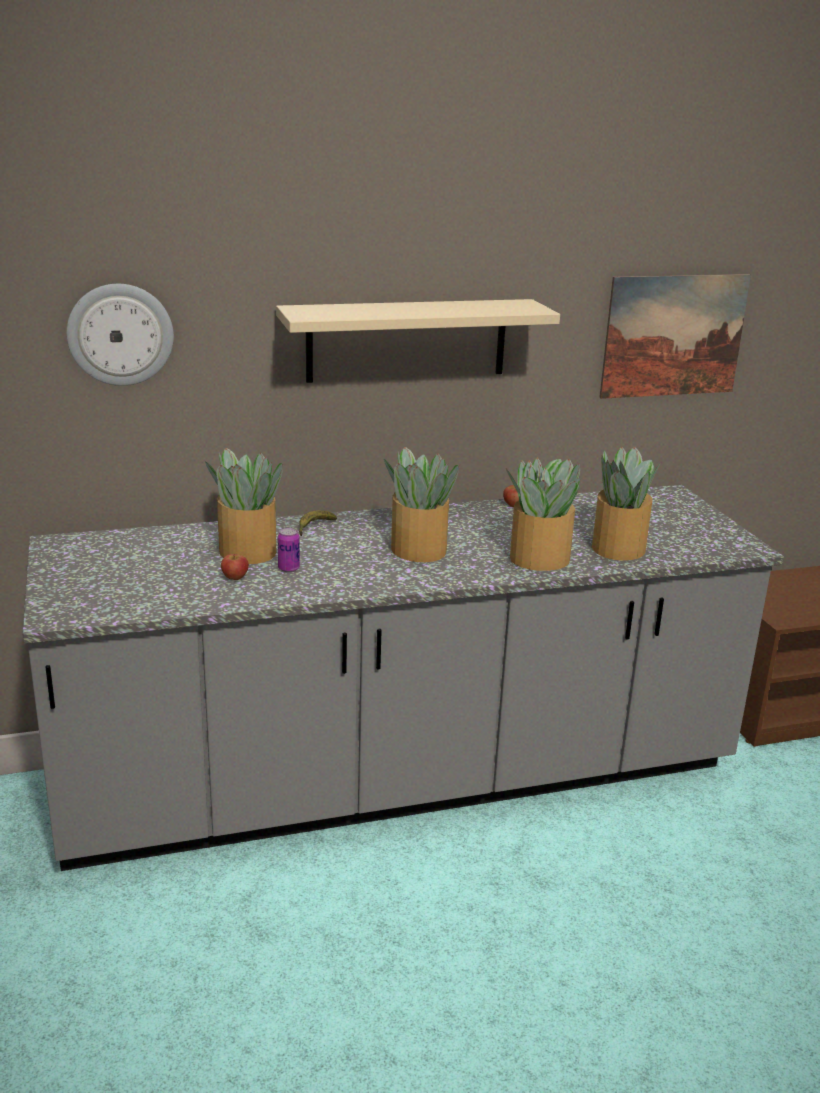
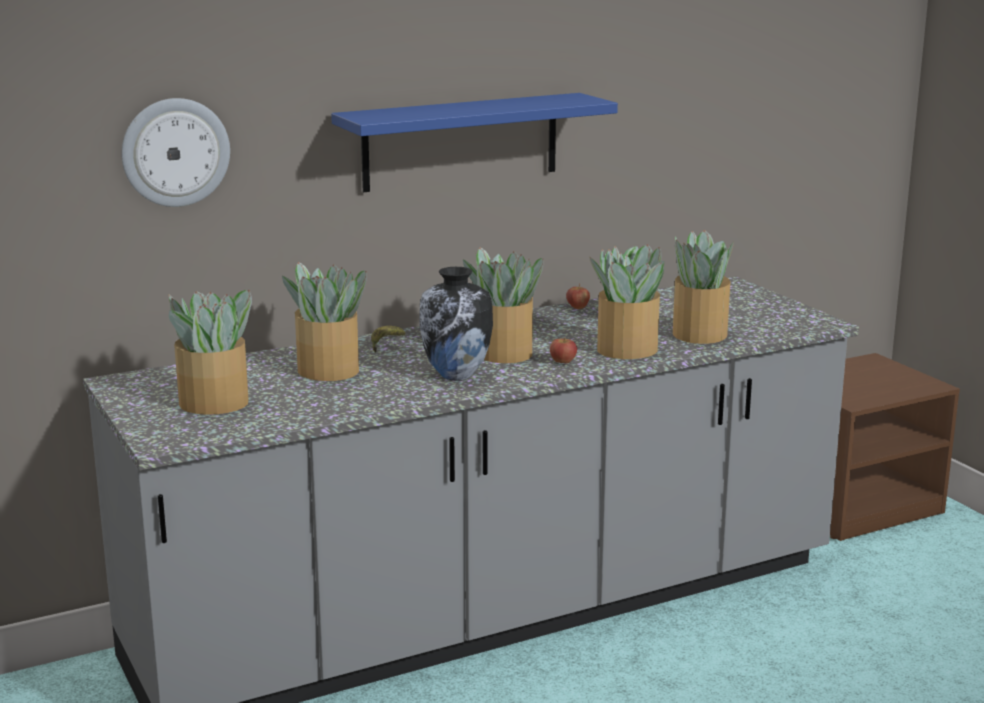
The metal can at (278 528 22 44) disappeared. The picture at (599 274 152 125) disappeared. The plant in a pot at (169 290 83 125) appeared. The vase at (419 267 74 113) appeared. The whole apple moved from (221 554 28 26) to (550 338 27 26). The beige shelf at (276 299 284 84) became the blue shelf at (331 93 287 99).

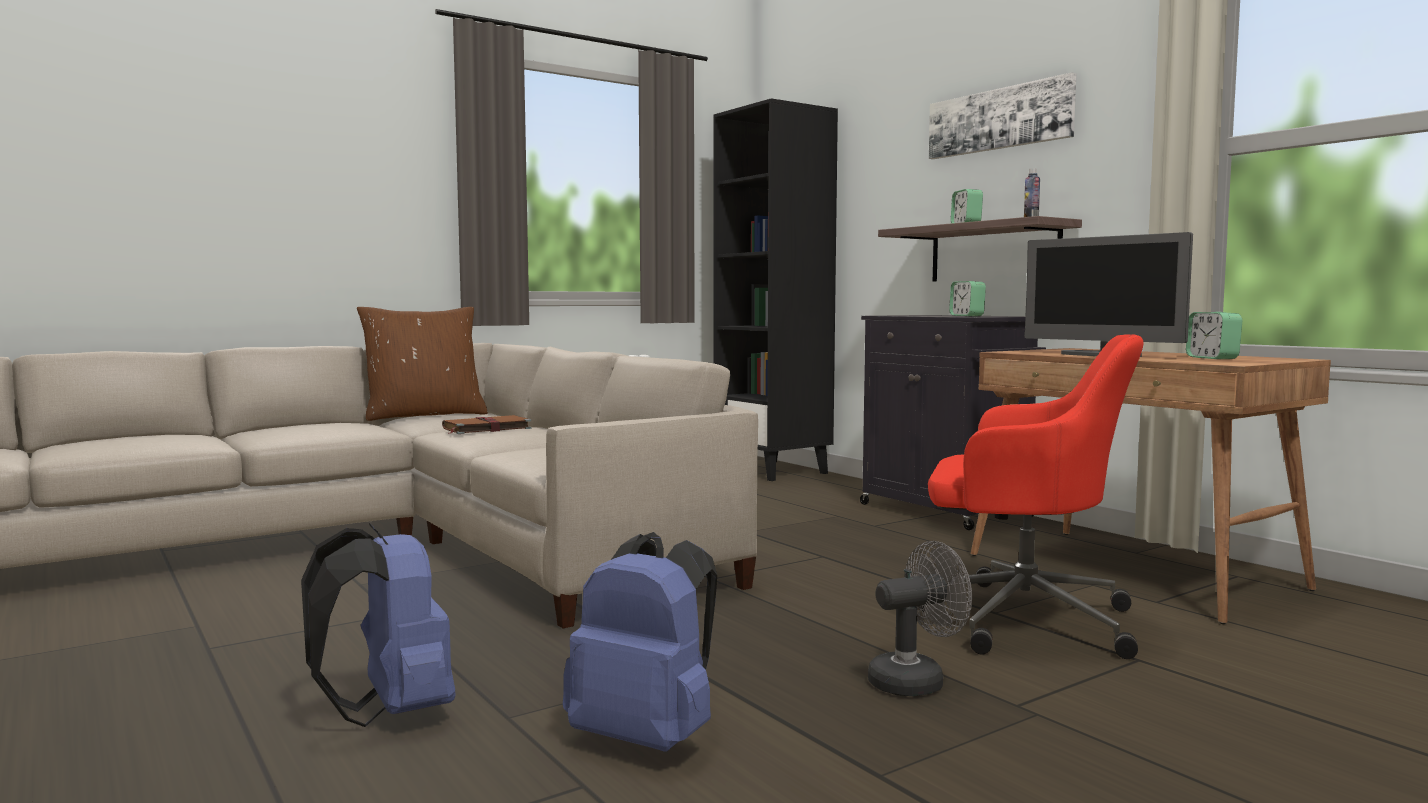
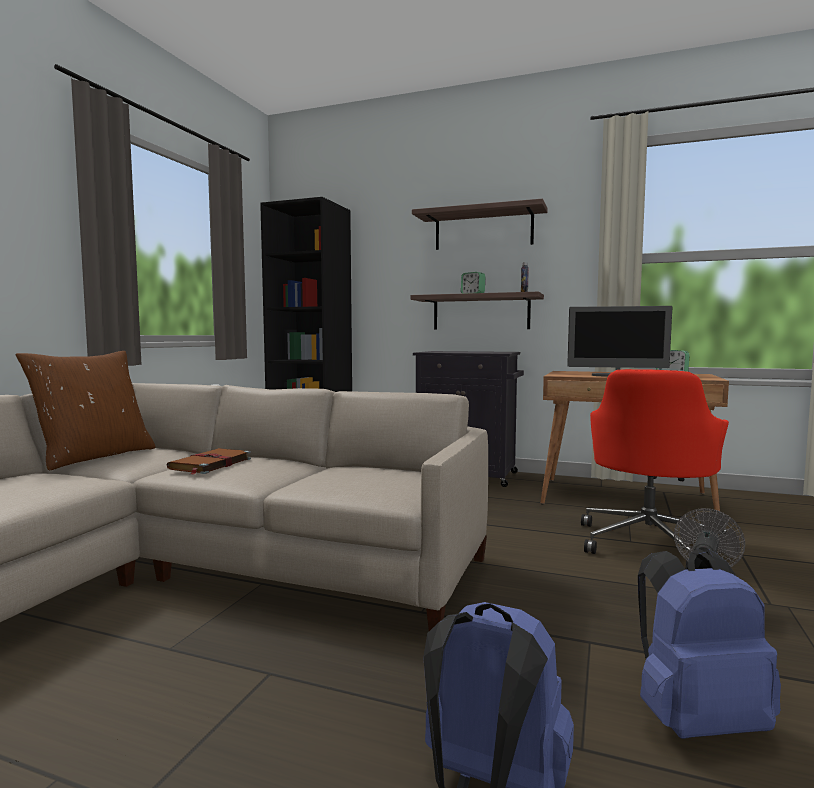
The table clock at (949 281 37 35) disappeared. The picture at (929 72 147 87) was replaced by the shelf at (412 199 136 51). The red-coloured desk chair at (918 334 226 325) turned 135 degrees clockwise.

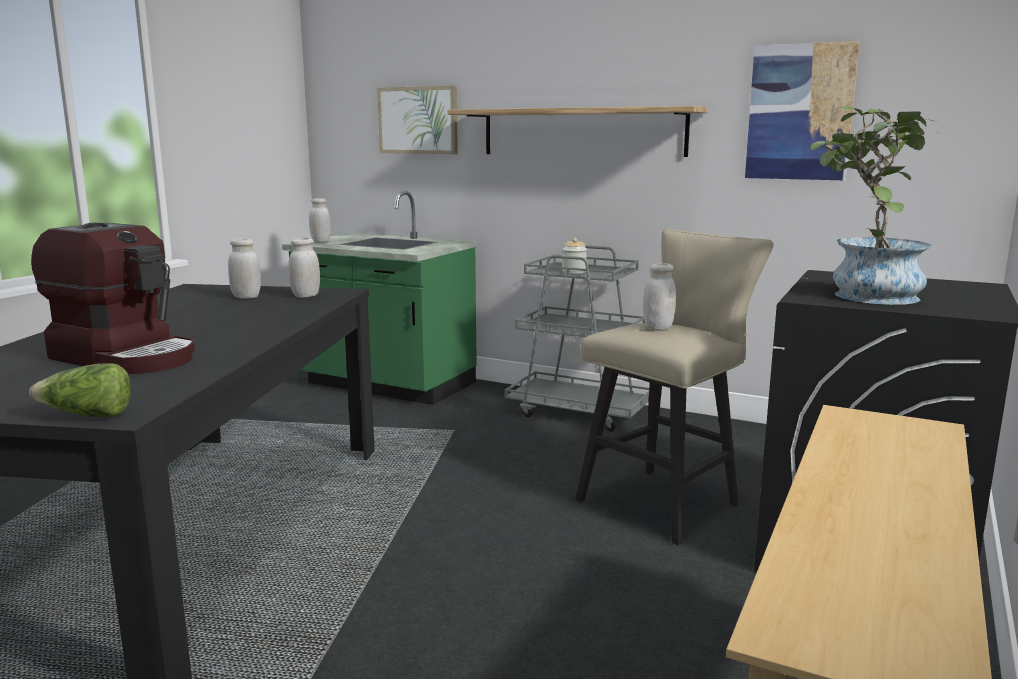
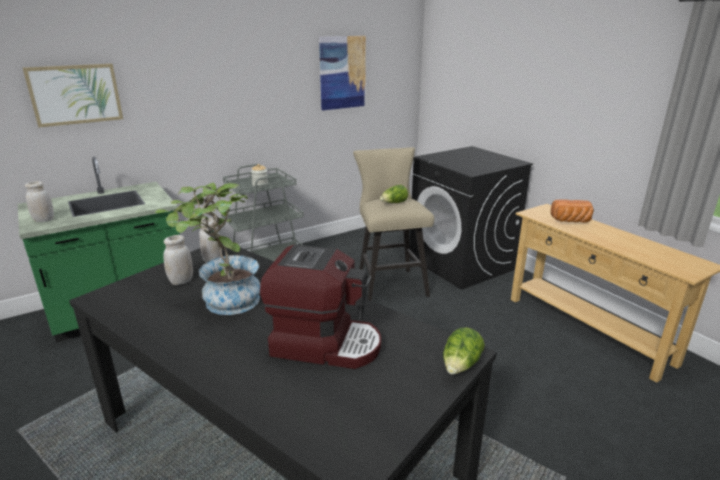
The shelf at (448 106 260 51) disappeared. The baked bread at (551 200 43 22) appeared. The plant in a pot moved from (810 106 128 199) to (155 183 105 132). The whitish preserve jar at (643 263 33 68) was replaced by the lettuce at (380 185 28 18). The coffee brewer at (31 223 164 151) turned 45 degrees clockwise.

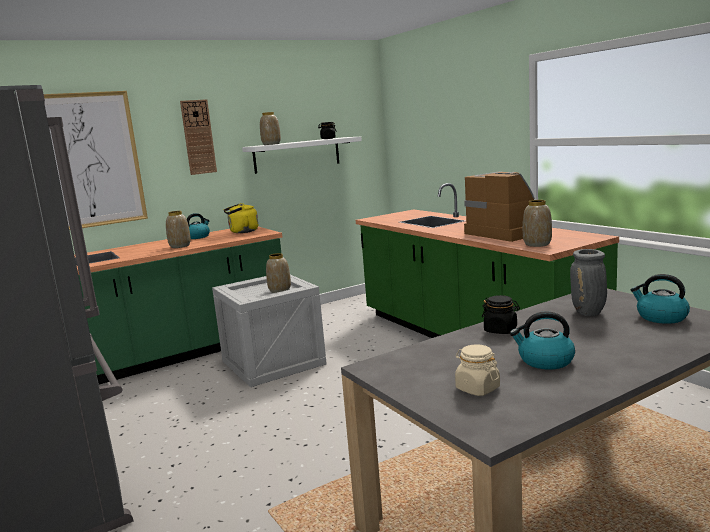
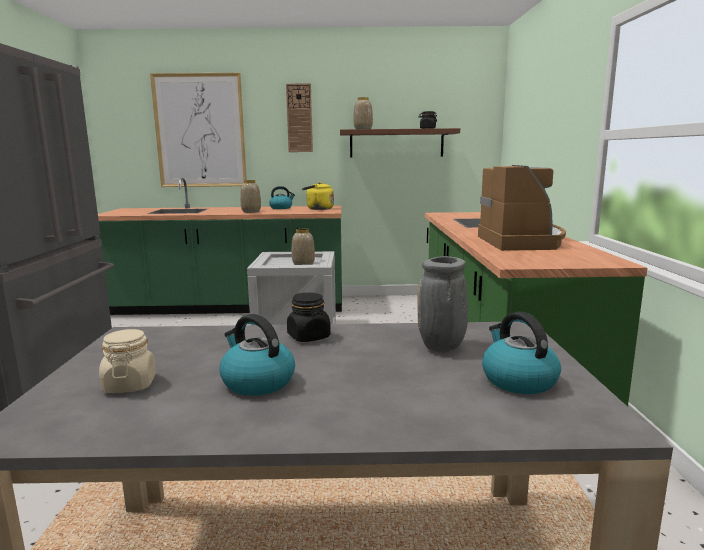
The vase at (523 200 29 47) disappeared. The whitish shelf at (242 137 120 37) became the brown shelf at (340 128 120 29).

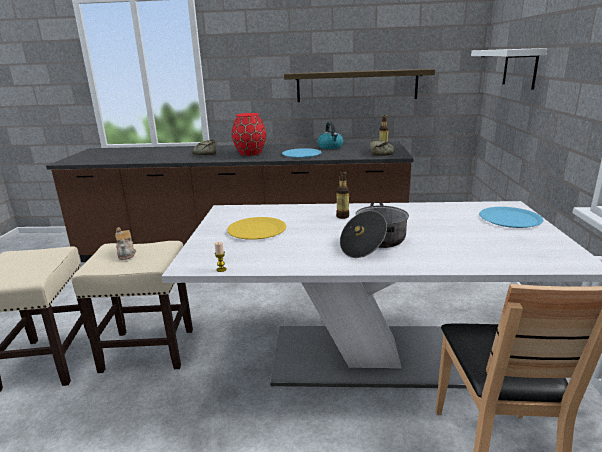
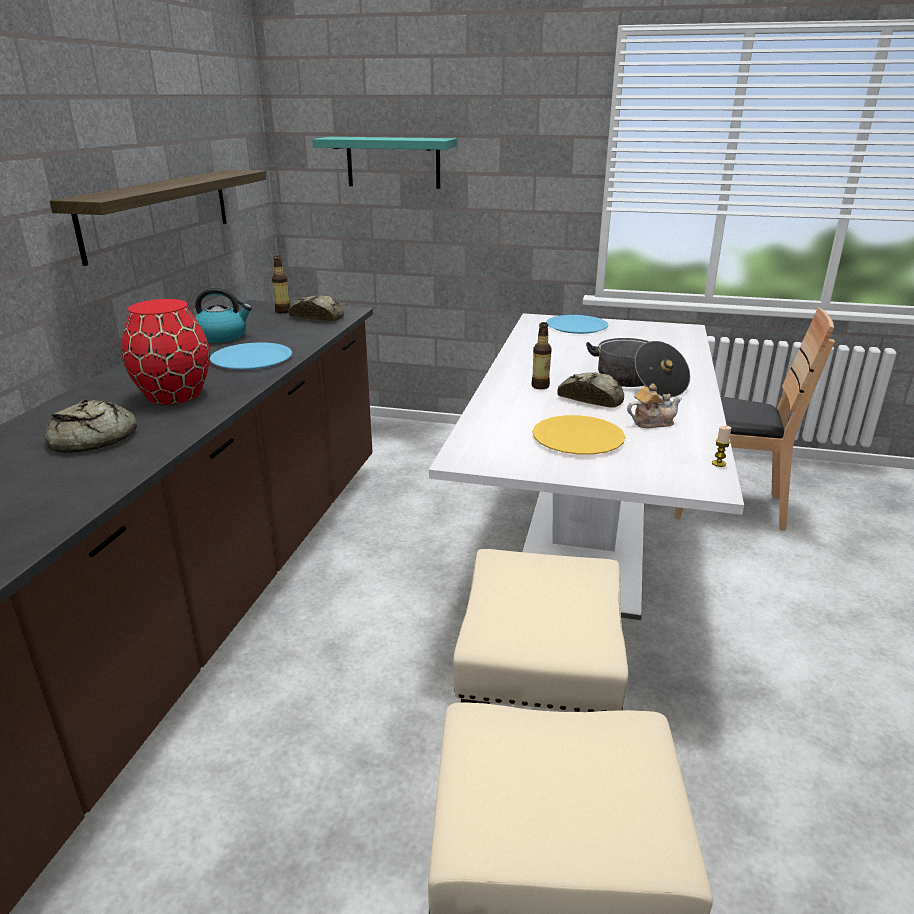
The baked bread at (557 373 67 35) appeared. The tea pot moved from (115 227 21 33) to (627 384 55 44). The whitish shelf at (471 48 76 42) became the turquoise-coloured shelf at (312 137 145 52).

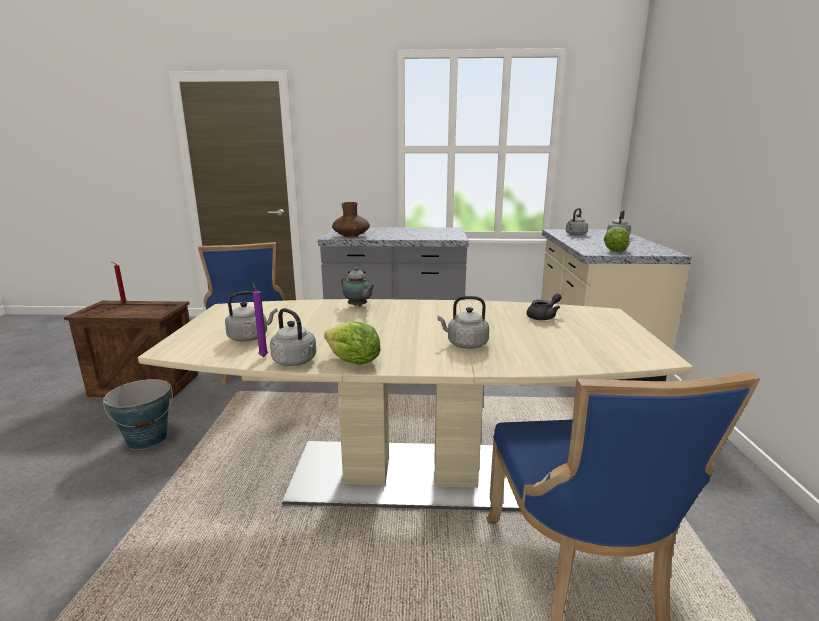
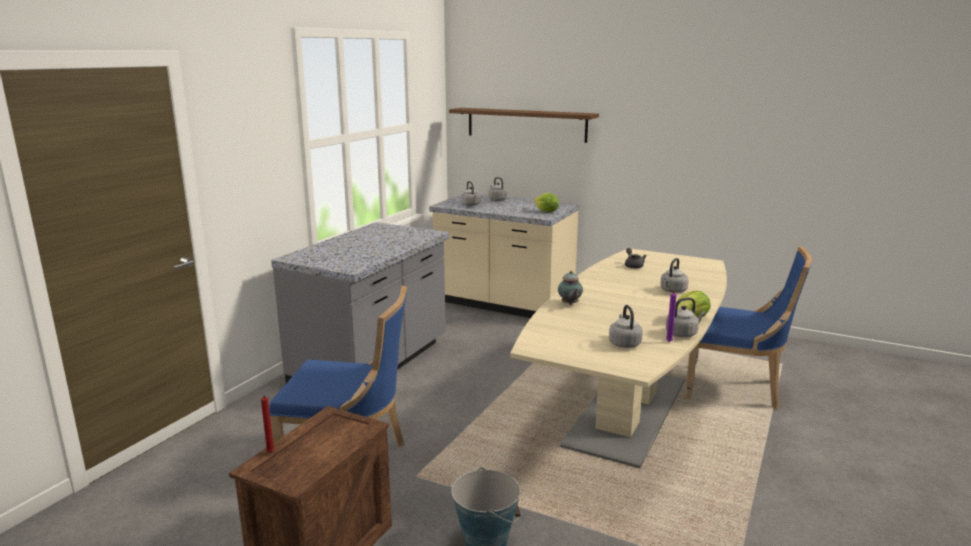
The brown vase at (332 202 38 35) disappeared. The brown shelf at (449 108 150 35) appeared. The tea pot at (341 267 34 40) turned 105 degrees clockwise.

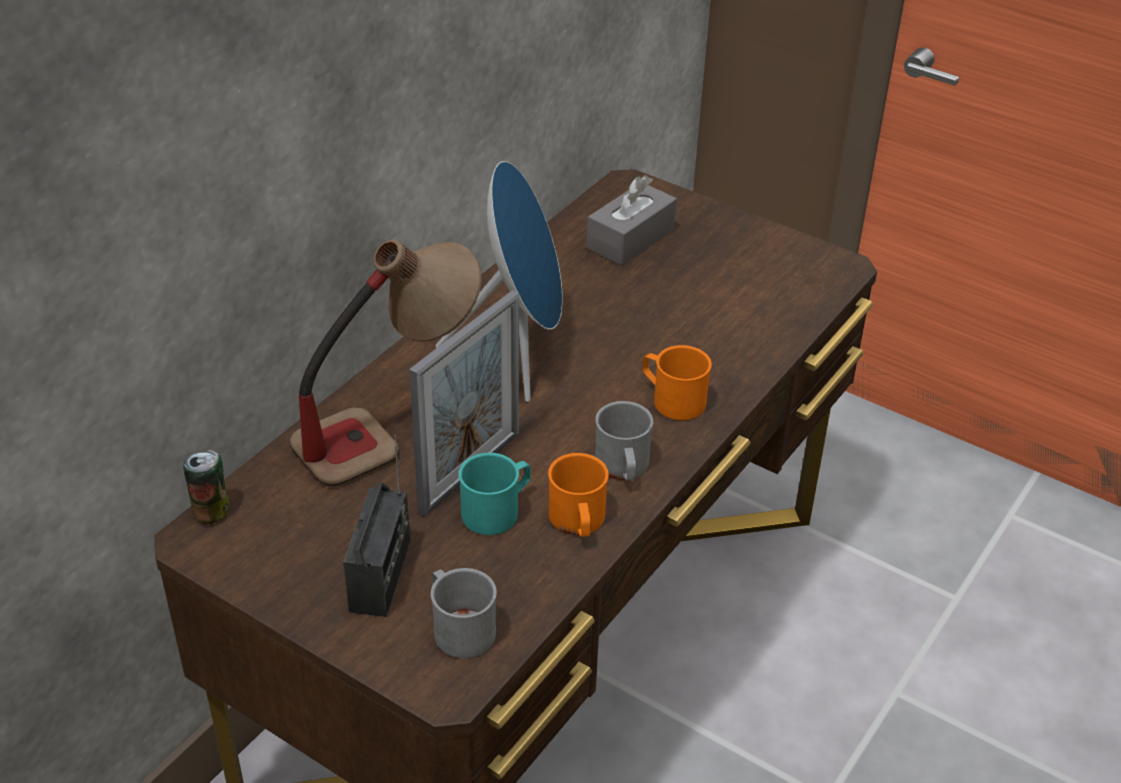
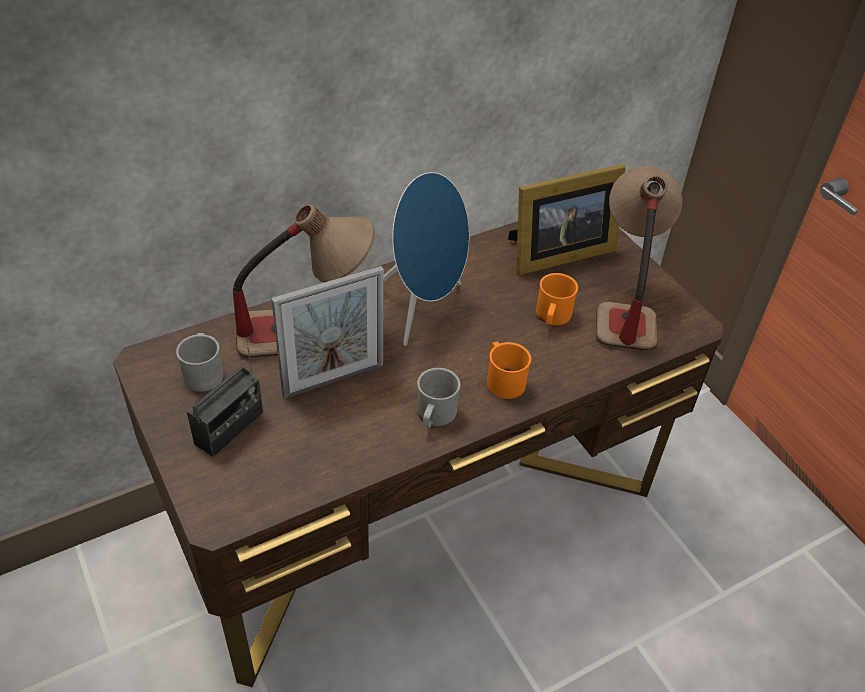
The metal can at (183 450 46 75) disappeared. The turquoise-coloured mug at (459 453 72 82) disappeared. The tabletop lamp at (596 166 86 185) appeared. The greyish mug moved from (431 568 66 90) to (176 333 47 59). The orangey mug moved from (548 453 61 84) to (536 273 42 52). The greyish tissue holder at (587 175 90 90) was replaced by the photo frame at (508 164 118 112).

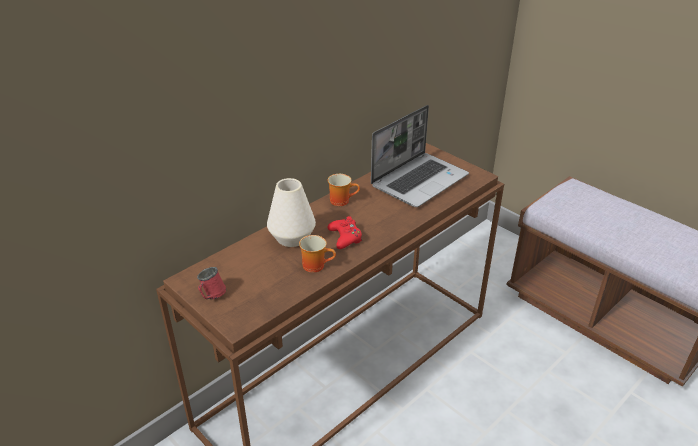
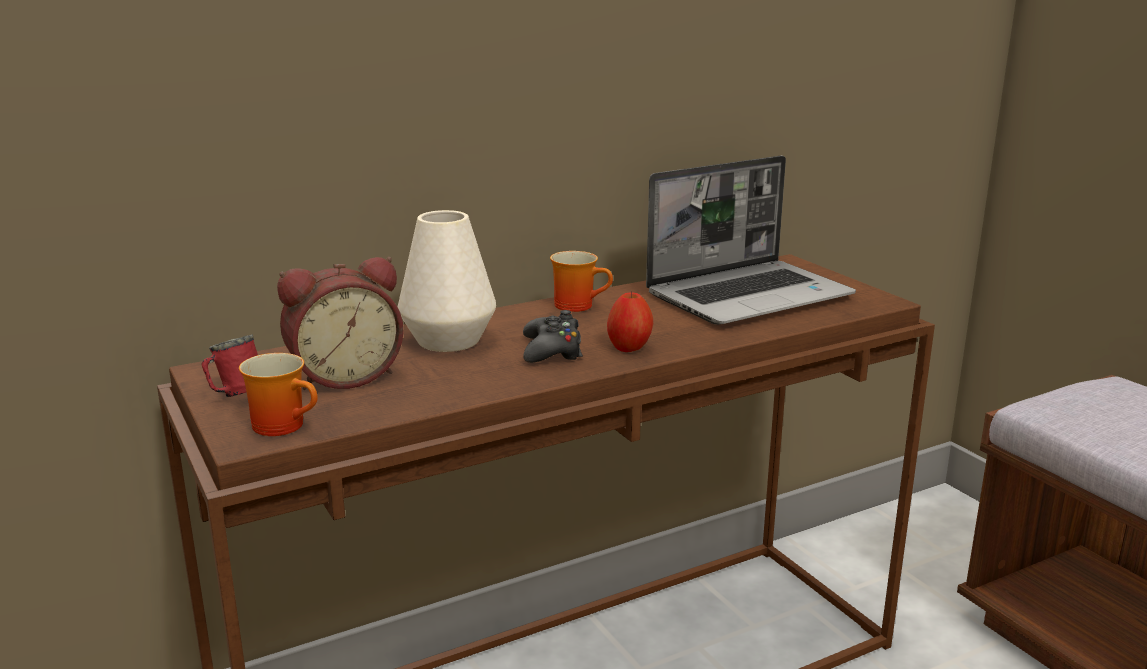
The table clock at (277 257 127 133) appeared. The whole apple at (607 291 46 61) appeared. The mug moved from (299 235 37 38) to (239 353 79 83). The red-coloured gamepad at (327 216 35 33) became the black gamepad at (523 310 60 53).

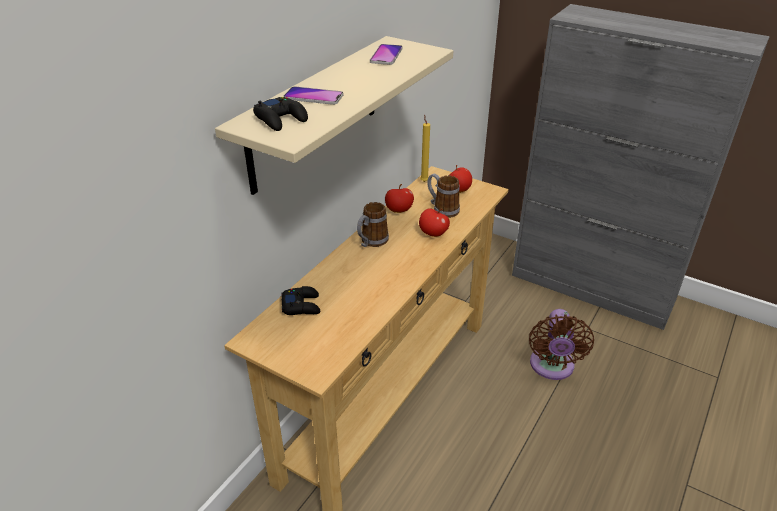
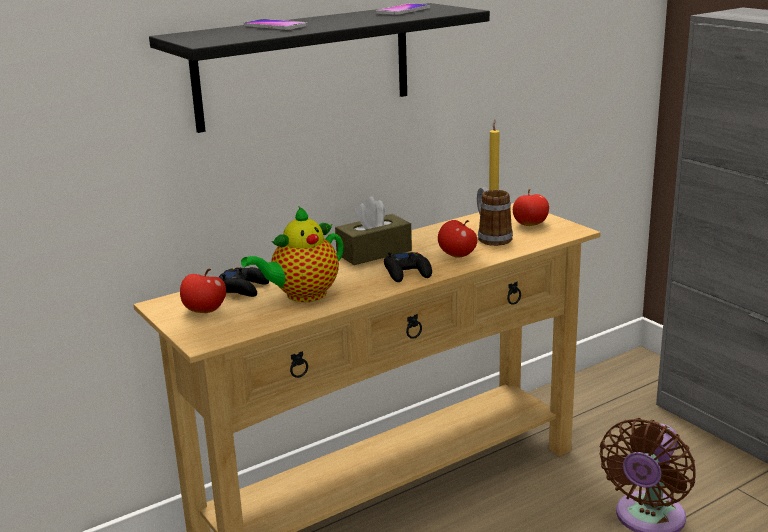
The tea pot at (241 206 102 96) appeared. The black gamepad moved from (253 97 55 34) to (384 252 48 30). The whole apple moved from (385 184 29 29) to (180 269 46 44). The mug at (357 202 32 45) was replaced by the brown tissue holder at (335 196 77 69). The beige shelf at (215 36 238 159) became the black shelf at (149 3 341 130).

